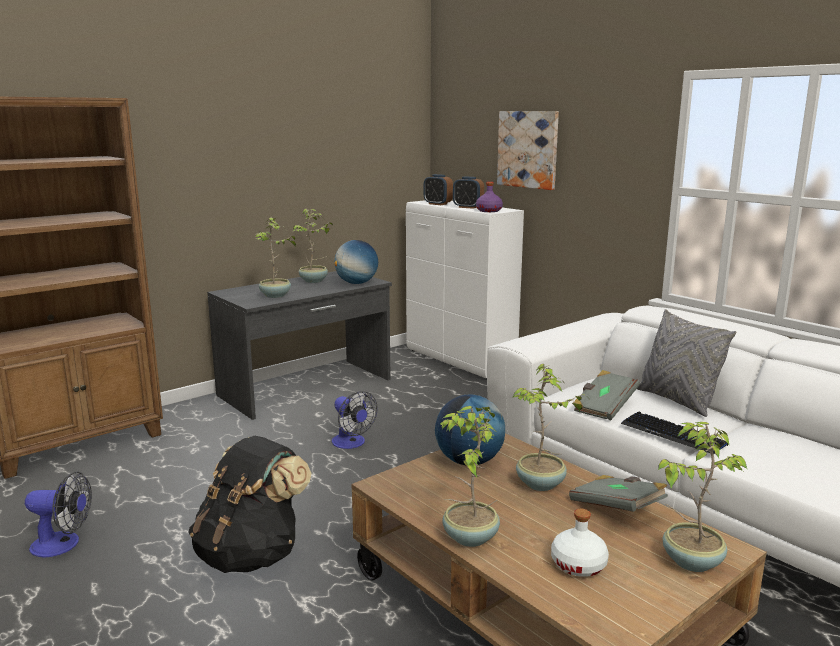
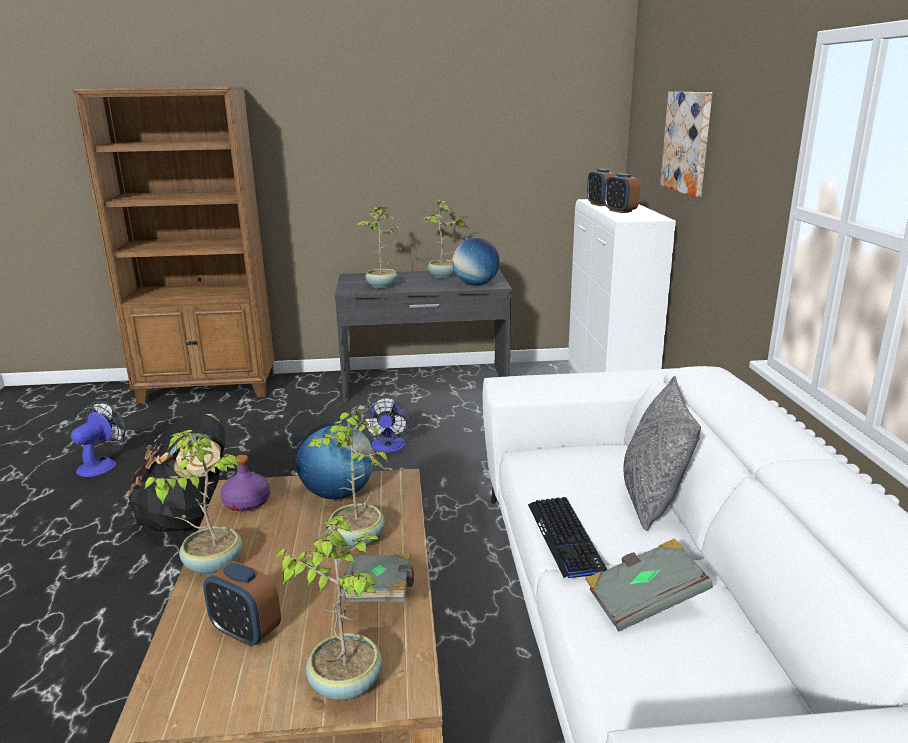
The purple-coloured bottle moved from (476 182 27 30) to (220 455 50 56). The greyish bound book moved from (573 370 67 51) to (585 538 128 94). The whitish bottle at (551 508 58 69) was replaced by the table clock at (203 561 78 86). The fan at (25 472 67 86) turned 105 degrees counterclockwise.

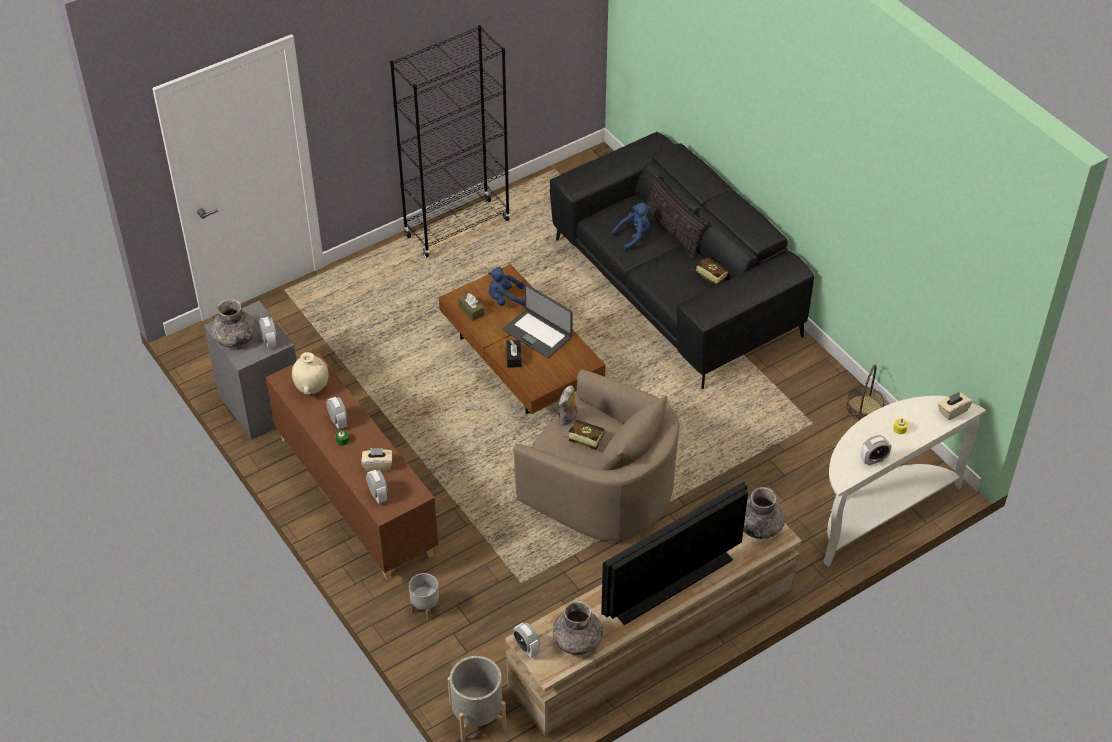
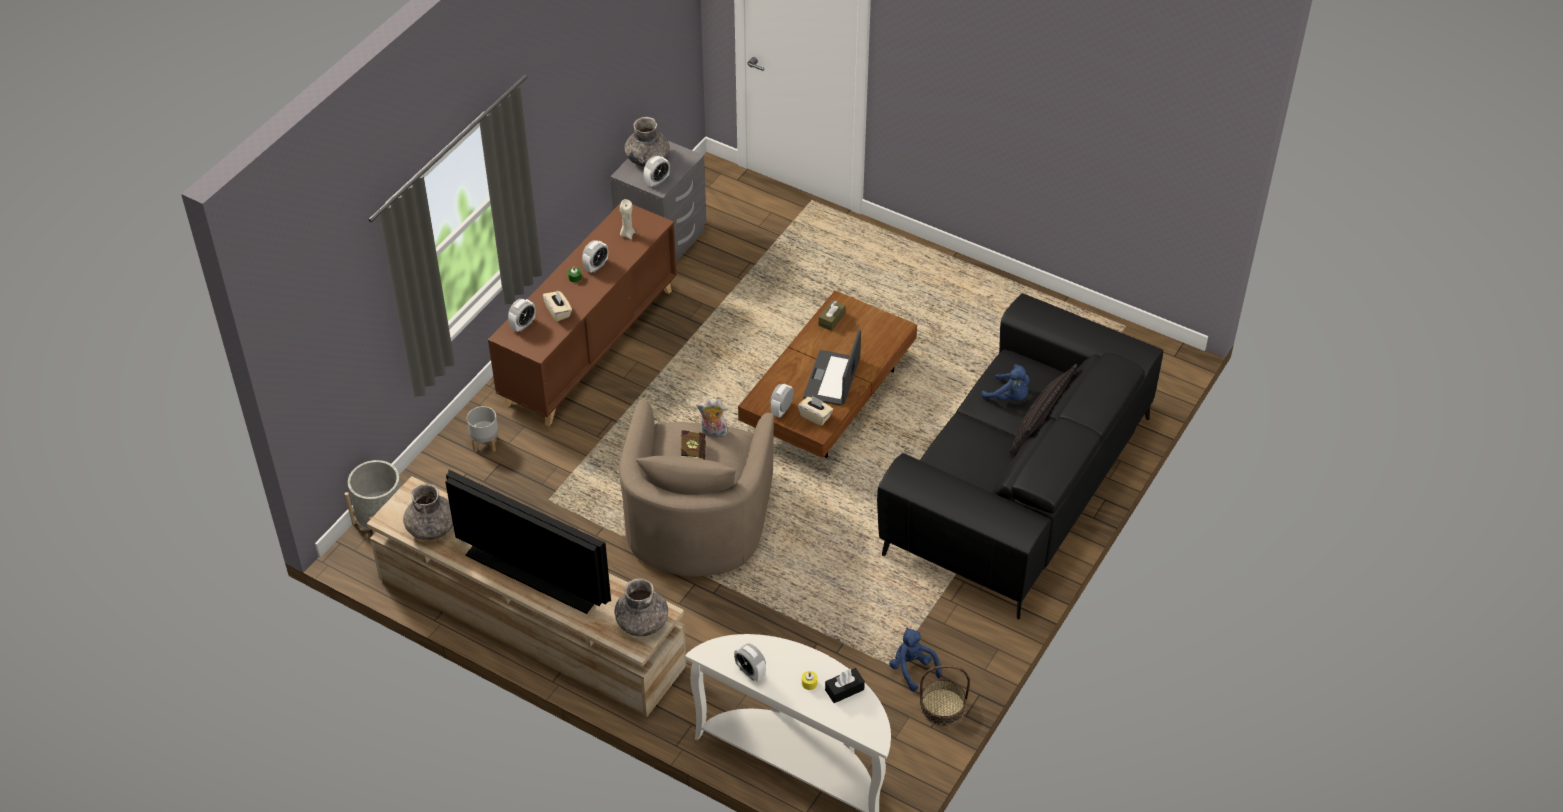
The black bookcase at (390 25 120 233) disappeared. The bound book at (692 257 36 29) disappeared. The blue plush toy moved from (488 267 37 39) to (889 628 53 64). The black tissue holder moved from (506 340 16 28) to (825 668 40 35). The table clock moved from (513 622 27 36) to (770 384 24 34). The beige tissue holder moved from (938 392 34 28) to (798 395 35 31). The beige vase at (292 352 37 43) was replaced by the beige wax light at (620 199 15 40).

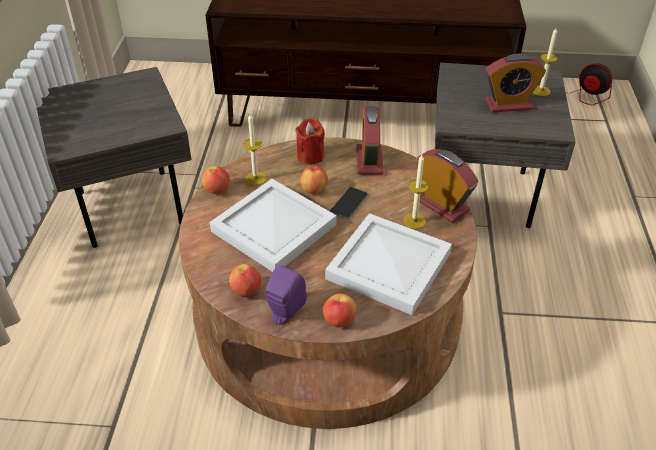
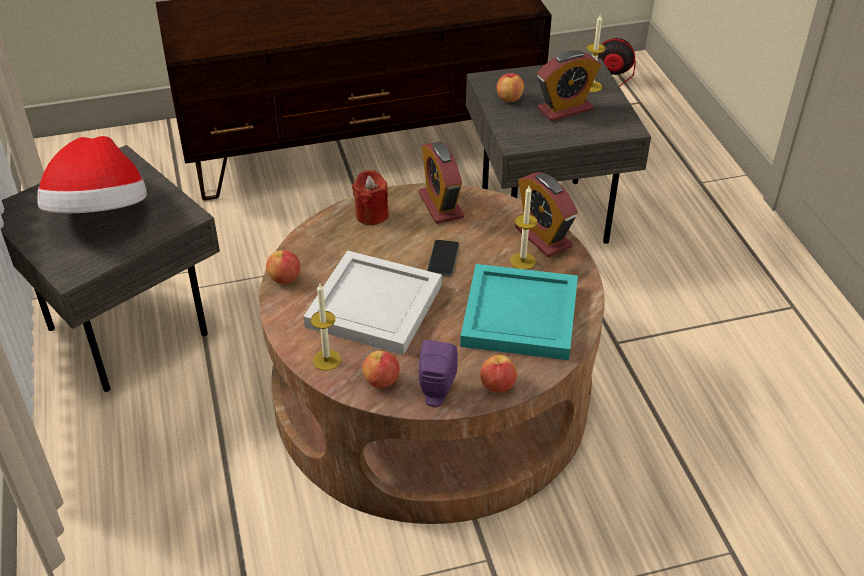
The clothing hat at (37 136 110 77) appeared. The wax light moved from (243 114 23 72) to (311 282 30 89). The whole apple moved from (300 166 28 28) to (497 73 27 29). The whitish tray at (325 213 127 102) became the turquoise-coloured tray at (460 264 118 96). The table clock at (417 149 61 74) turned 150 degrees counterclockwise.

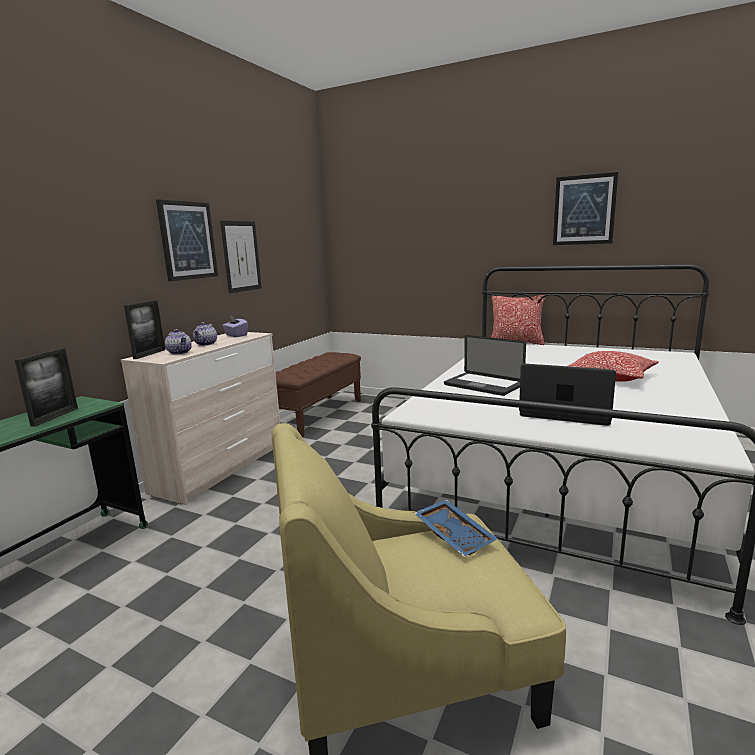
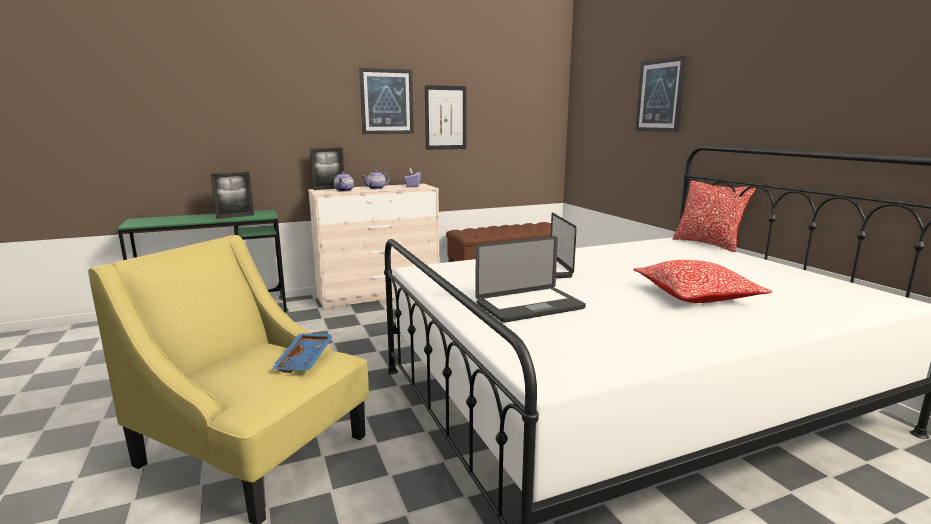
The picture moved from (553 172 65 73) to (635 56 52 76). The notebook computer at (519 364 97 62) turned 90 degrees clockwise.

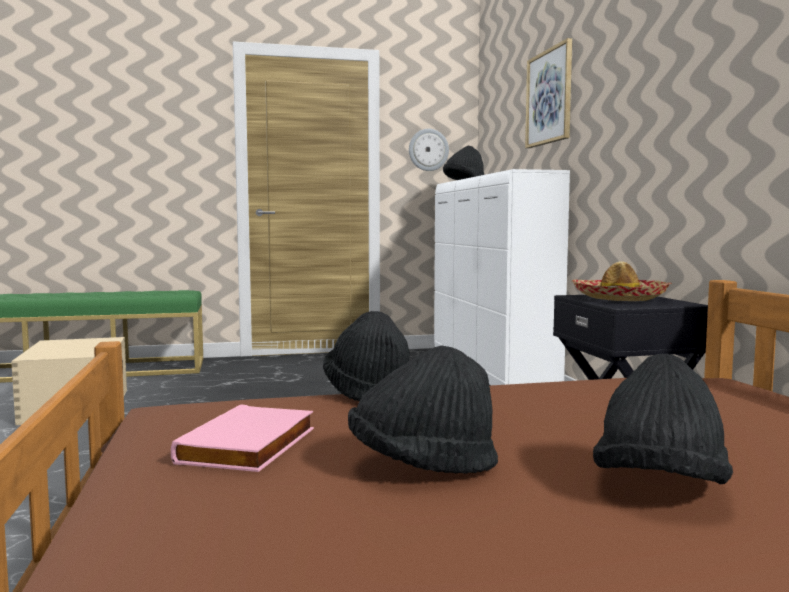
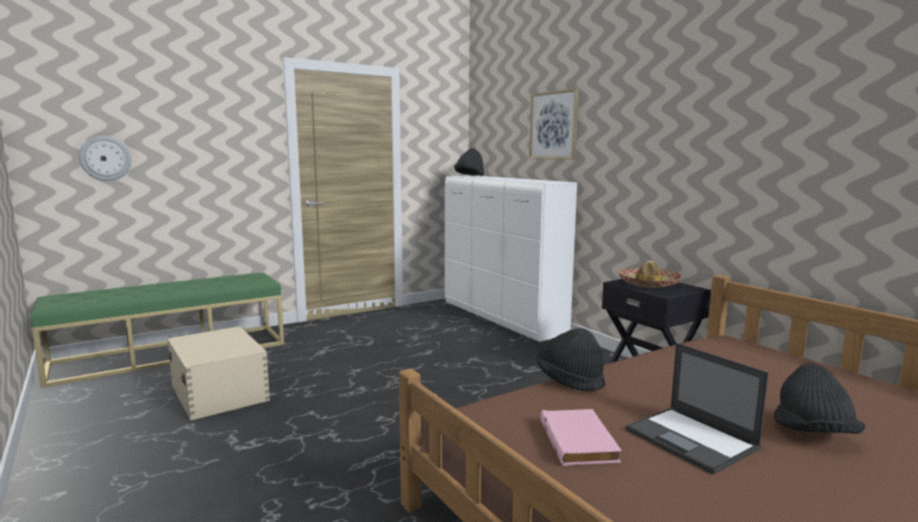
The wall clock moved from (409 129 40 42) to (79 136 52 45). The black clothing hat at (348 345 150 129) was replaced by the notebook computer at (626 343 143 131).

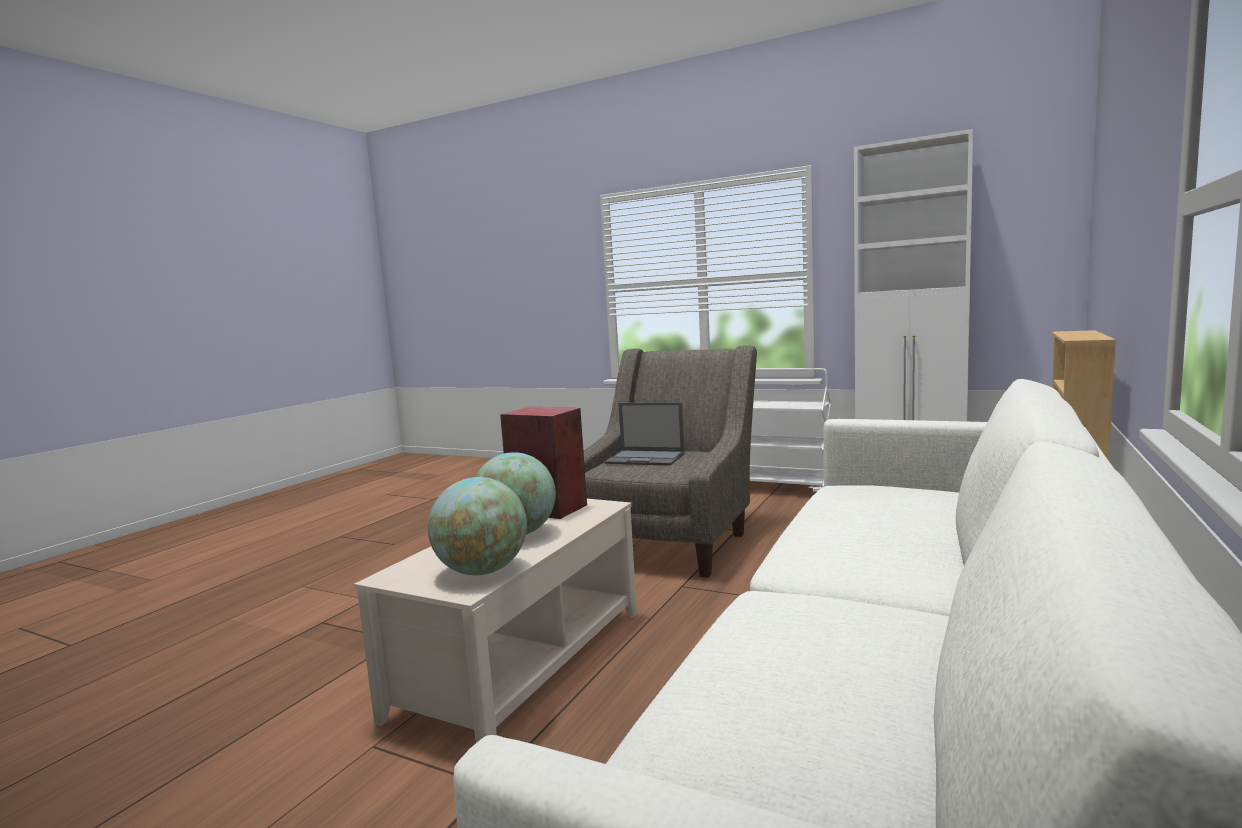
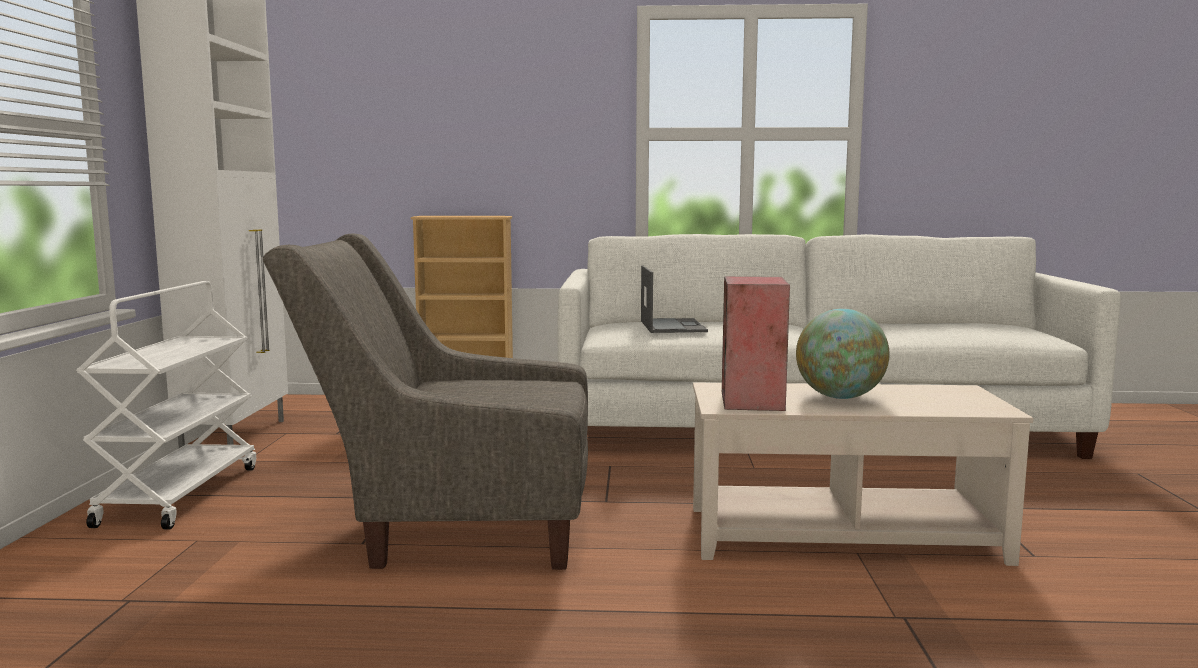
The desk globe at (428 477 99 98) disappeared. The notebook computer moved from (604 402 81 64) to (641 265 67 68).

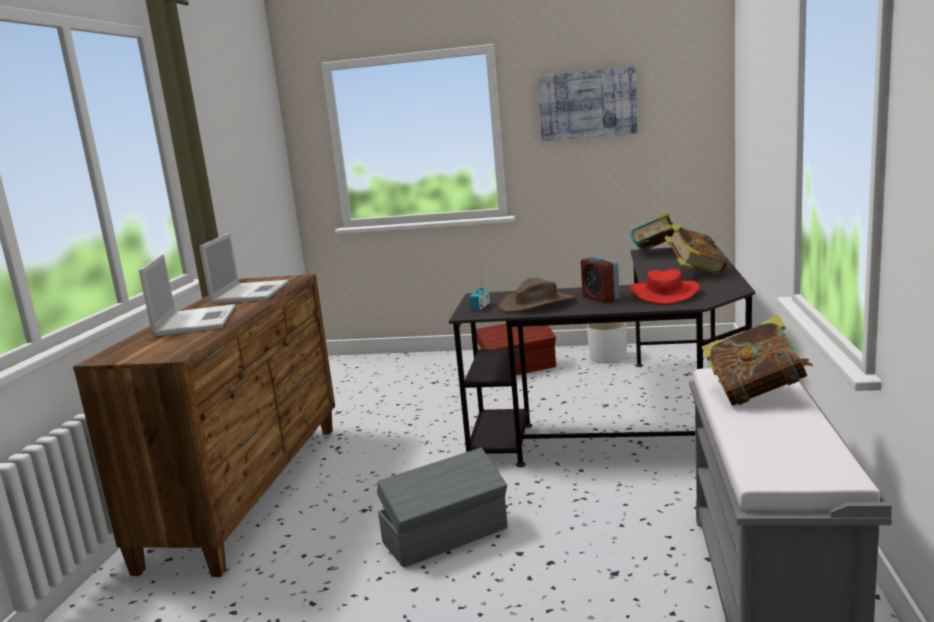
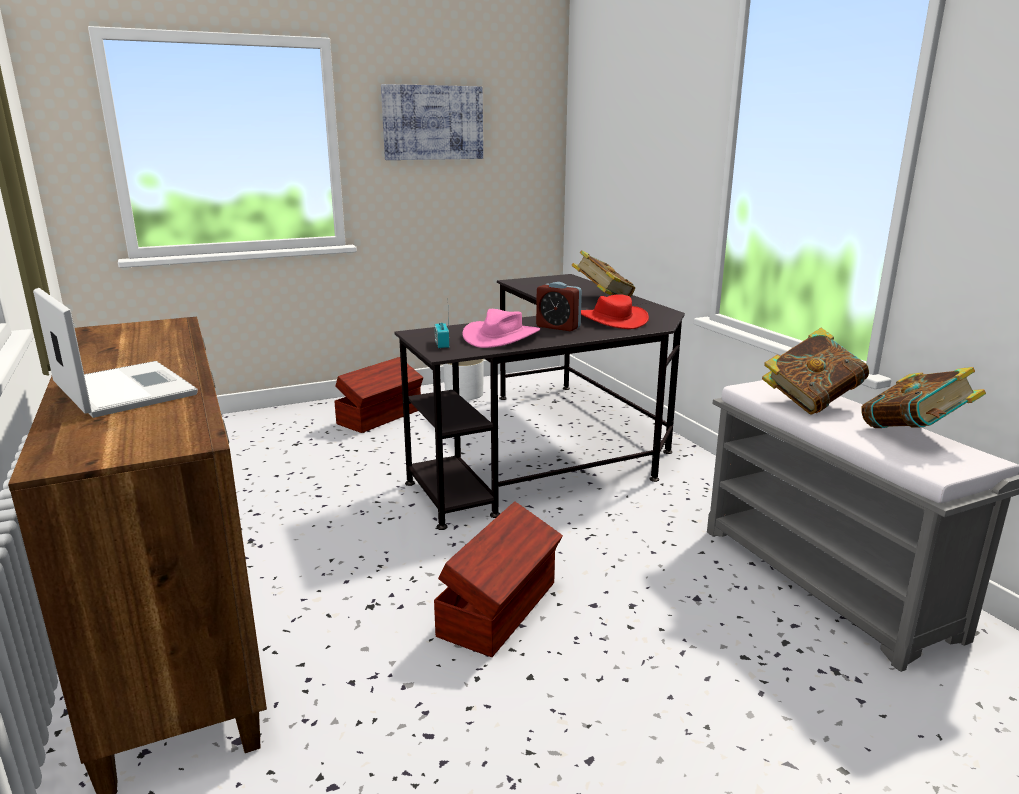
The notebook computer at (199 233 90 71) disappeared. The bound book moved from (631 212 44 39) to (861 367 125 61). The greyish storage box at (377 448 130 119) became the brown storage box at (434 501 129 156). The brown clothing hat at (498 278 77 34) became the pink clothing hat at (462 309 78 39).

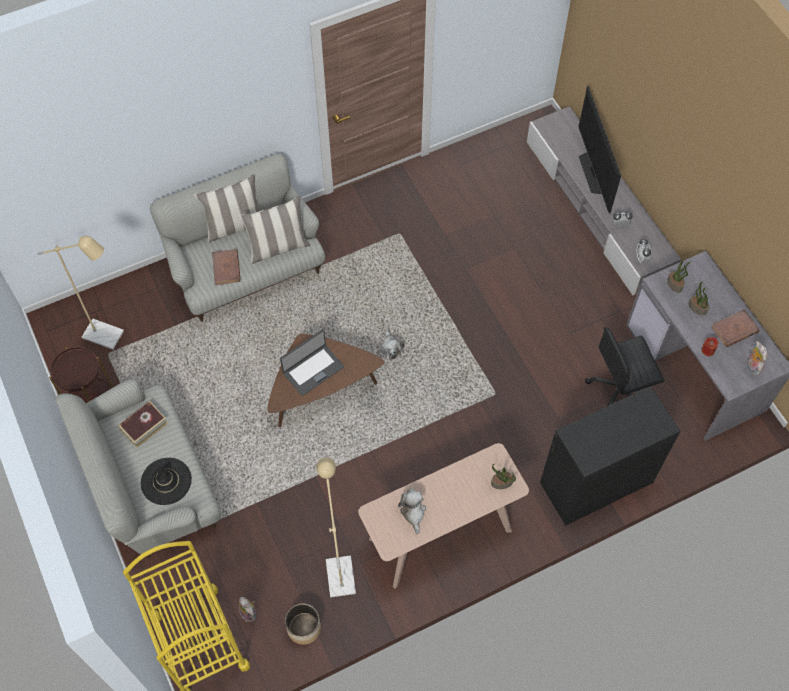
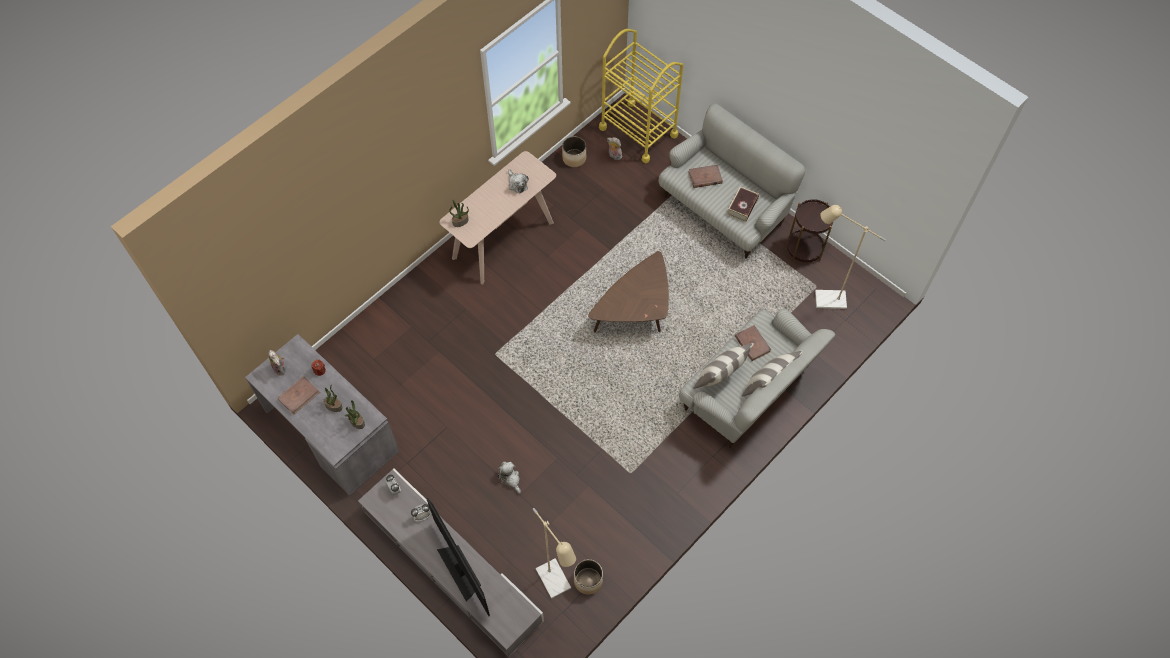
The notebook computer at (280 329 64 67) disappeared. The black cupboard at (540 386 141 140) disappeared. The black desk chair at (585 327 79 80) disappeared. The plant pot at (574 559 29 36) appeared. The beige standard lamp moved from (316 457 40 141) to (533 508 43 91). The plush toy moved from (381 328 23 32) to (498 462 23 32). The black clothing hat at (141 458 51 47) was replaced by the brown bound book at (688 164 35 24).

